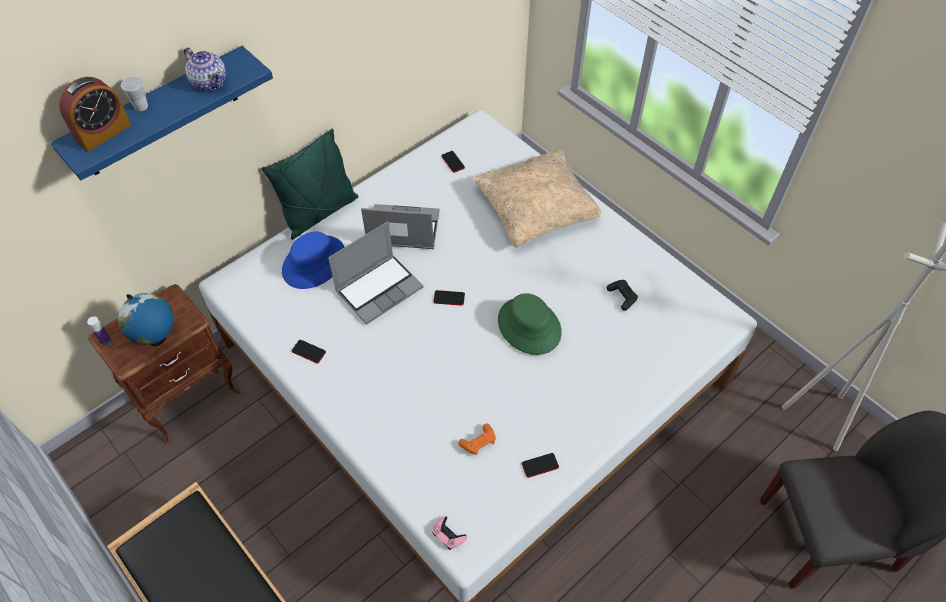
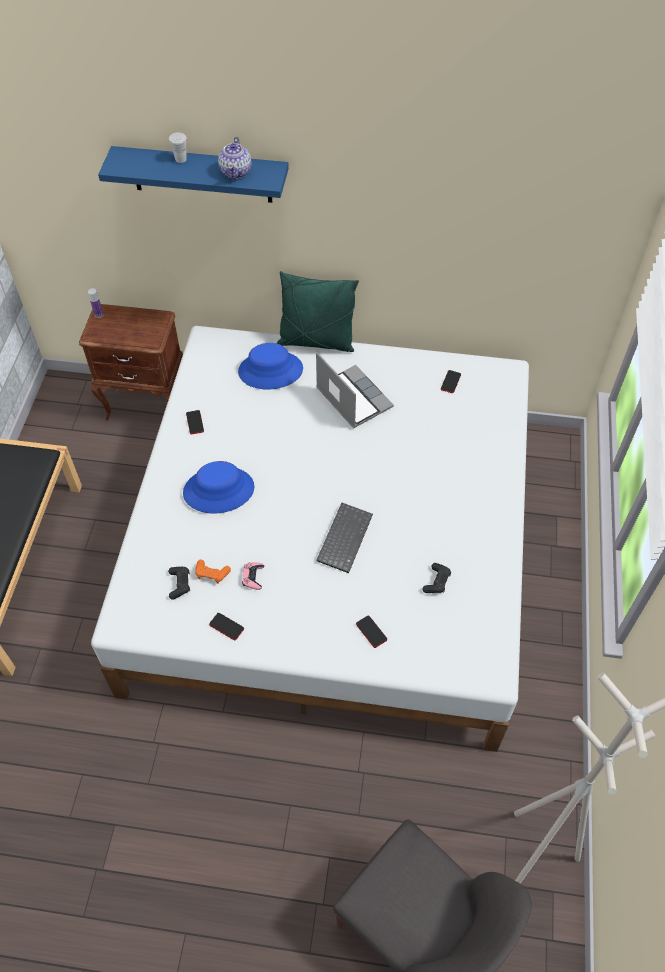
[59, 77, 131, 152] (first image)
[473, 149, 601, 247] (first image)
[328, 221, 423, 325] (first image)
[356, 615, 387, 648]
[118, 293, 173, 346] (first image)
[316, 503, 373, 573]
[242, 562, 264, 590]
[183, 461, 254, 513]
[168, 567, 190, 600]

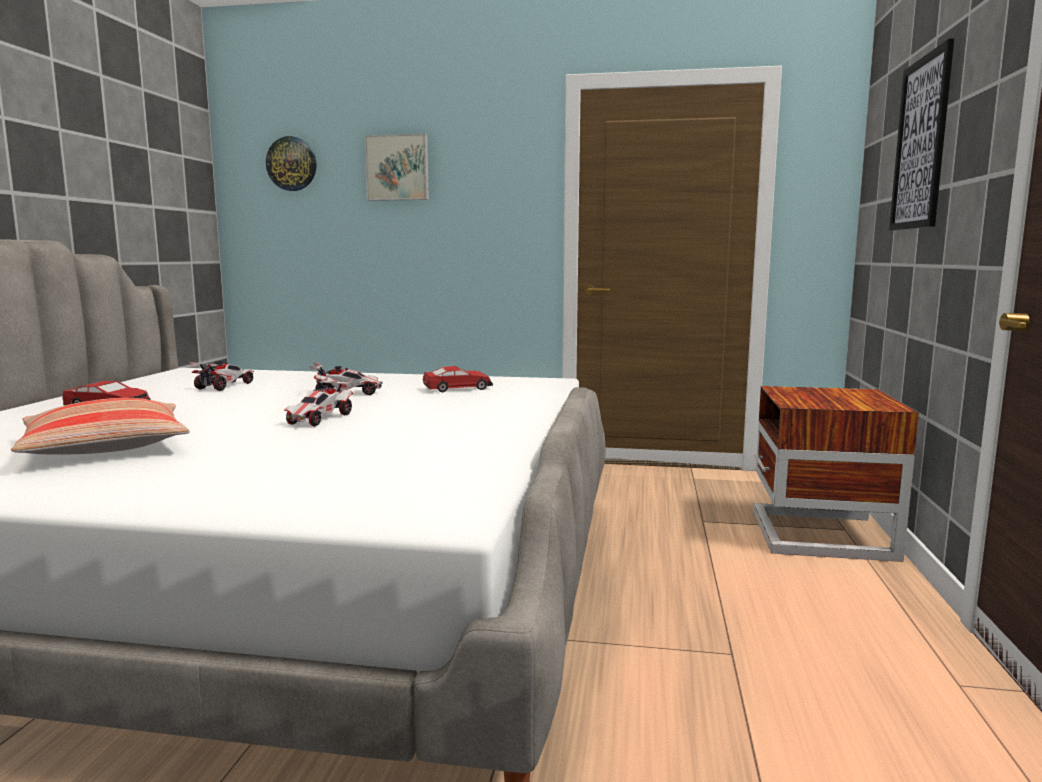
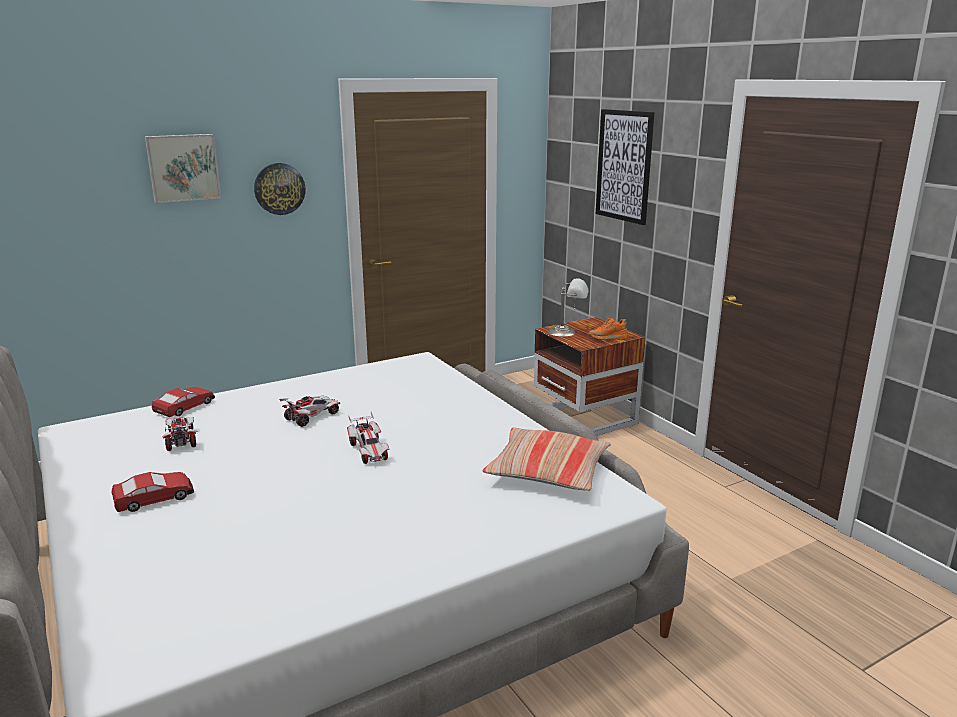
[254, 163, 306, 215]
[152, 387, 215, 417]
[482, 427, 611, 491]
[548, 278, 589, 337]
[589, 318, 627, 340]

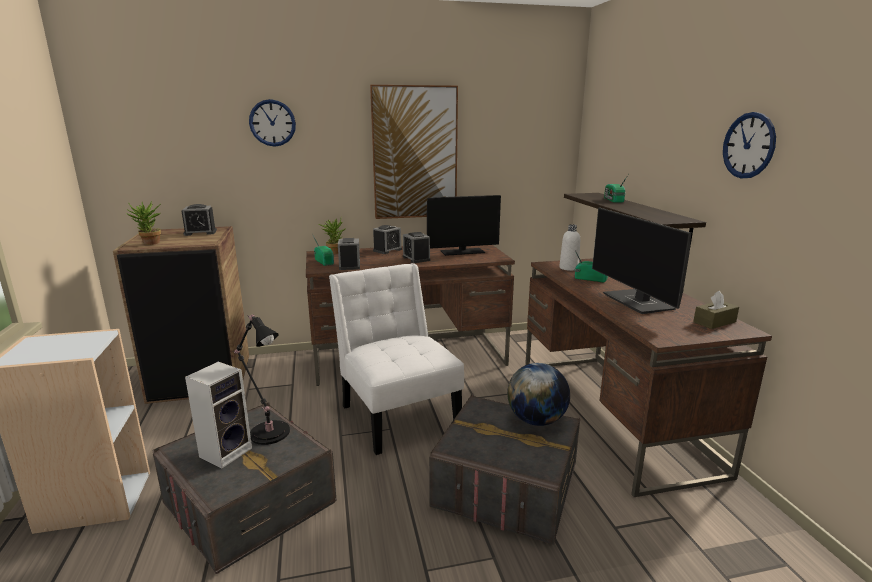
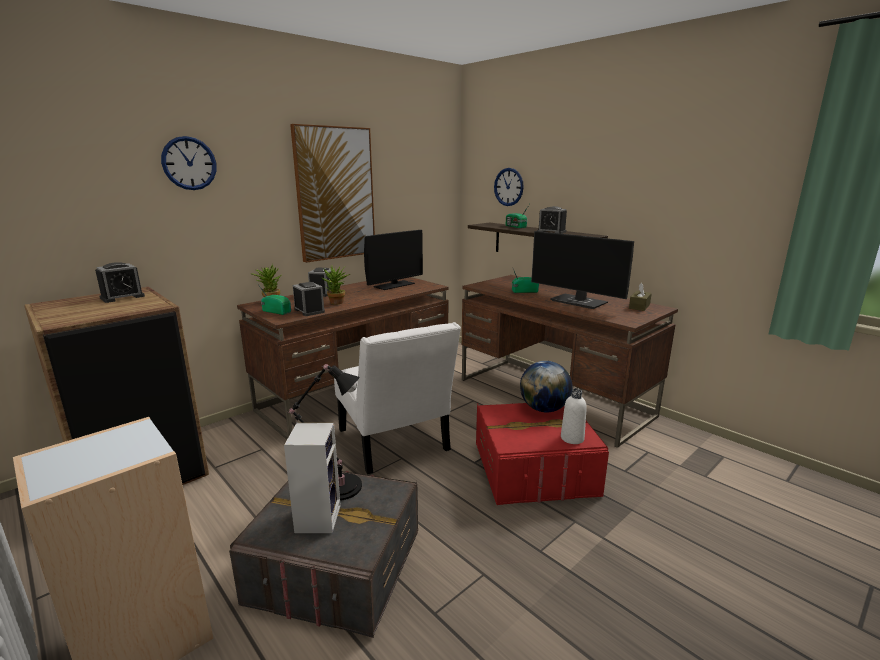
[494, 168, 524, 206]
[322, 266, 350, 305]
[561, 388, 587, 444]
[537, 206, 567, 234]
[334, 322, 461, 474]
[476, 403, 609, 505]

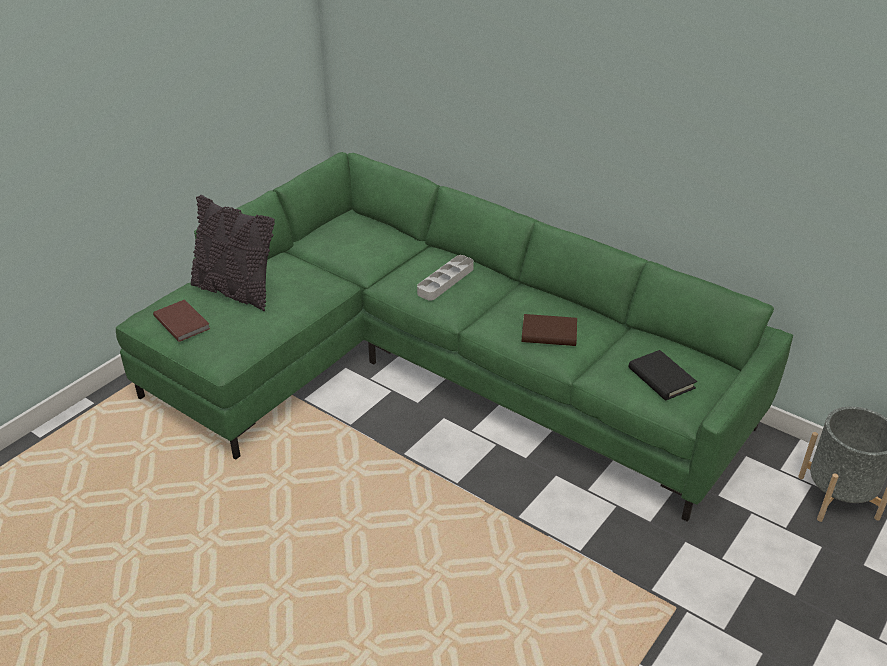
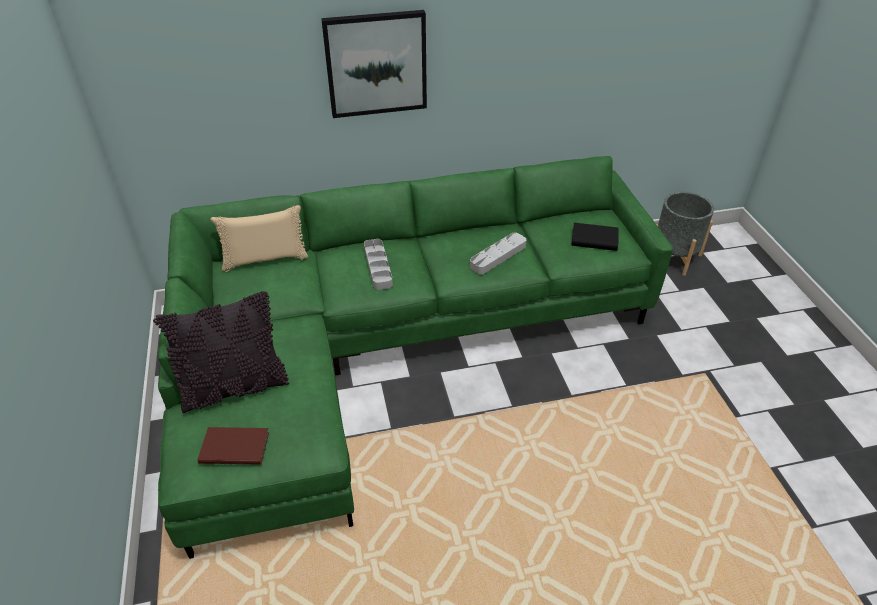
[470, 232, 526, 274]
[321, 10, 427, 118]
[210, 205, 308, 272]

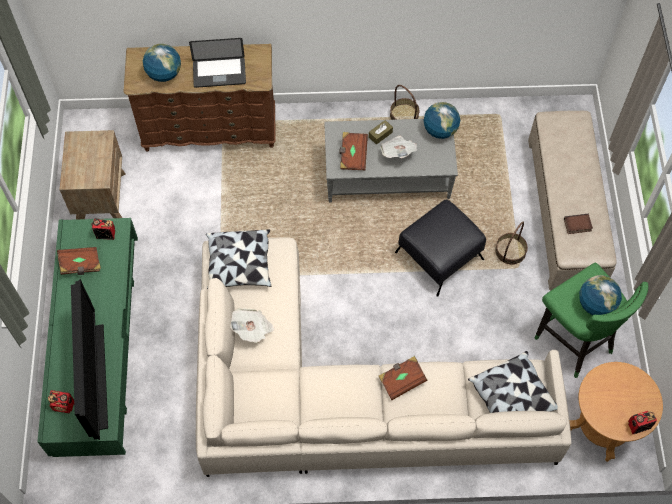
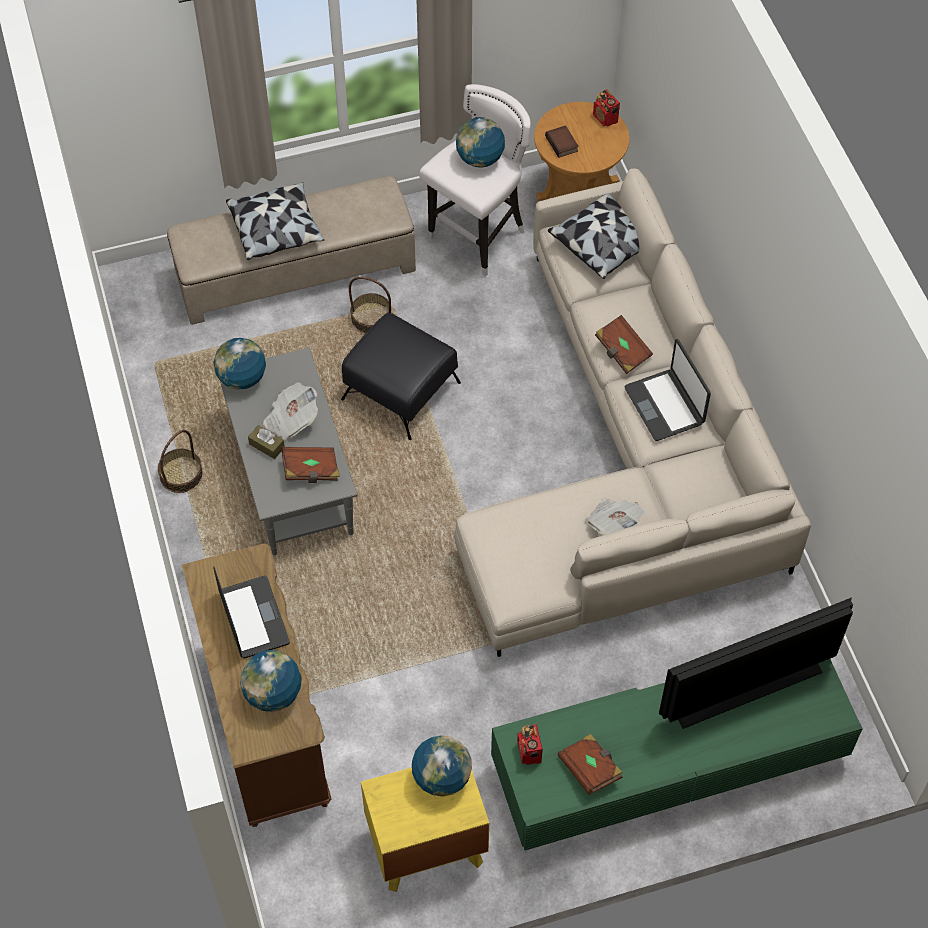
[361, 767, 489, 892]
[545, 125, 579, 158]
[226, 182, 325, 260]
[419, 84, 531, 277]
[48, 390, 74, 413] (first image)
[625, 339, 711, 441]
[412, 735, 472, 796]

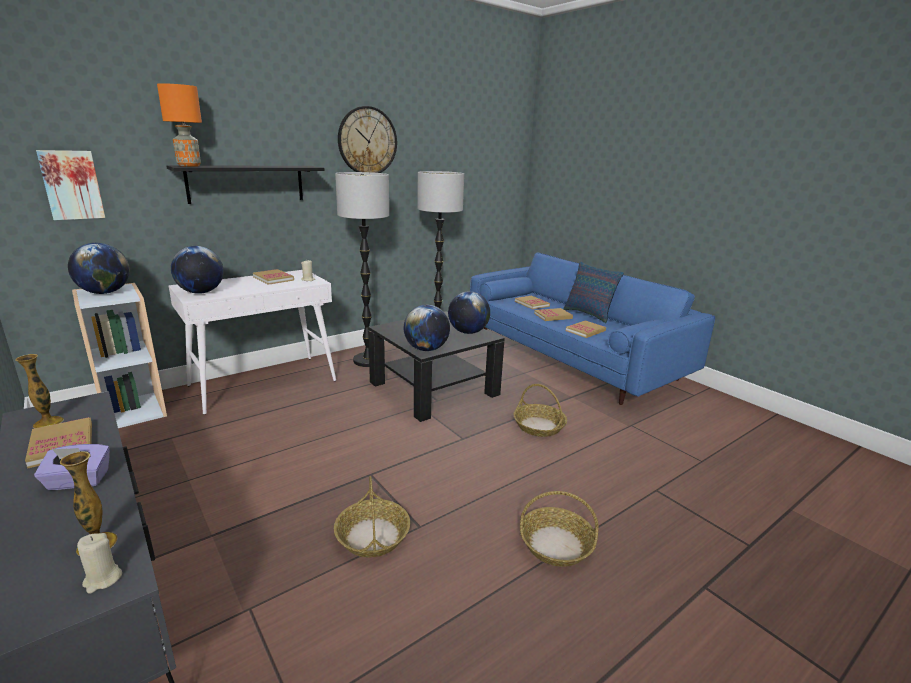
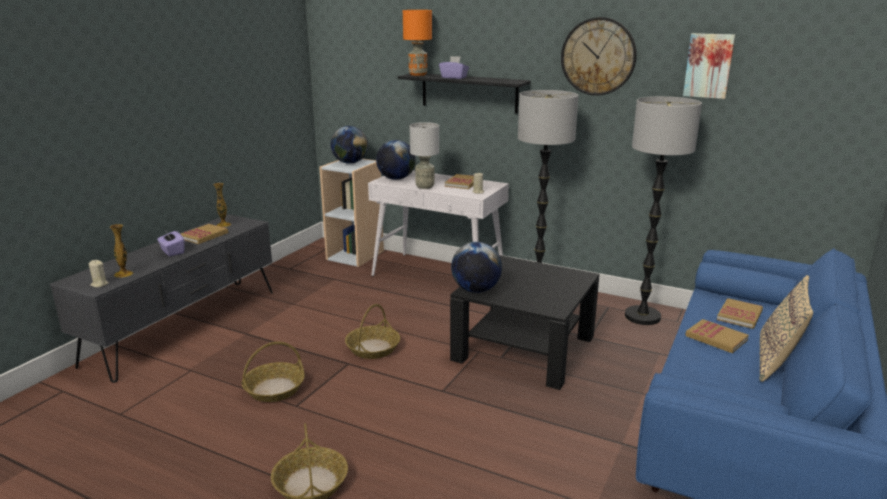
[683, 33, 735, 99]
[760, 275, 813, 382]
[448, 291, 490, 334] (first image)
[566, 320, 606, 338] (first image)
[345, 304, 400, 359]
[439, 56, 469, 79]
[410, 122, 439, 189]

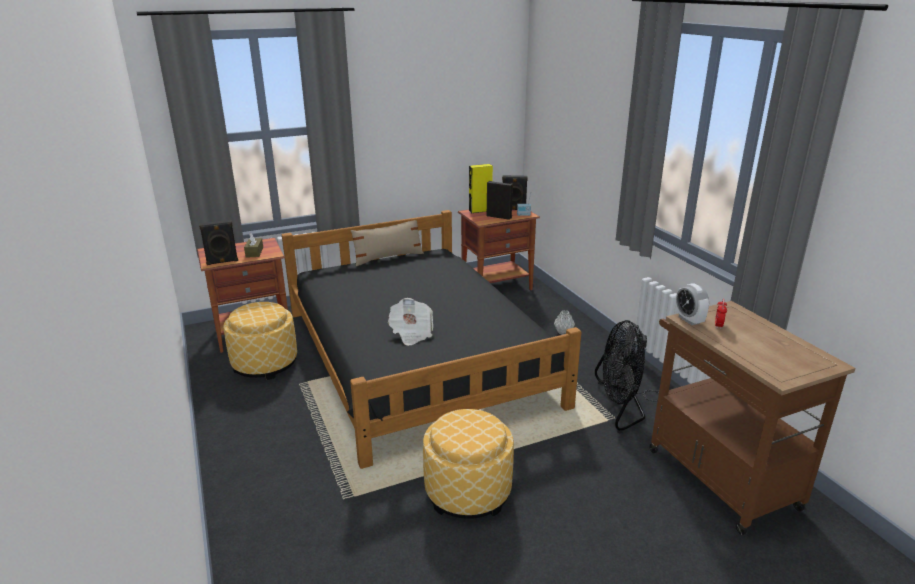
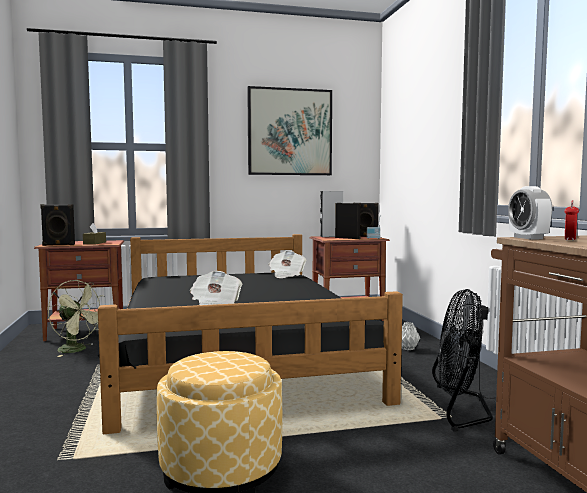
[320, 191, 343, 237]
[350, 220, 424, 267] (first image)
[48, 280, 104, 357]
[247, 86, 332, 175]
[269, 251, 307, 278]

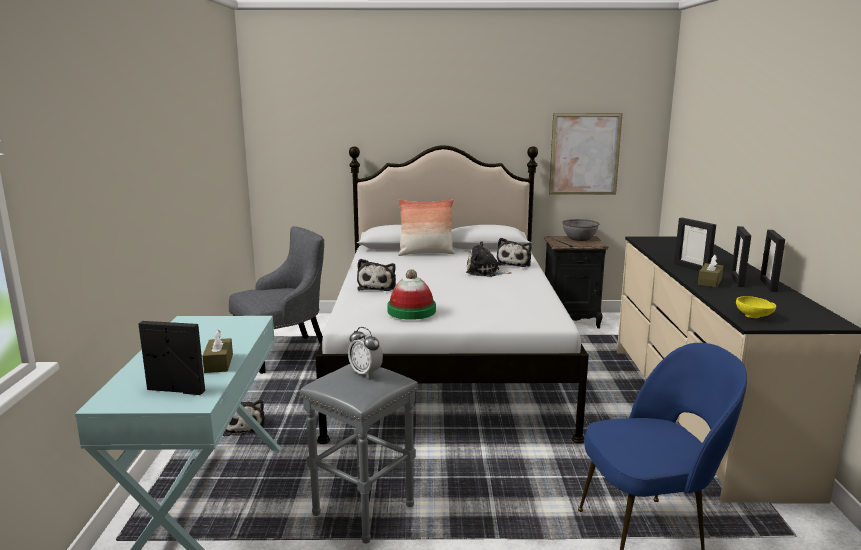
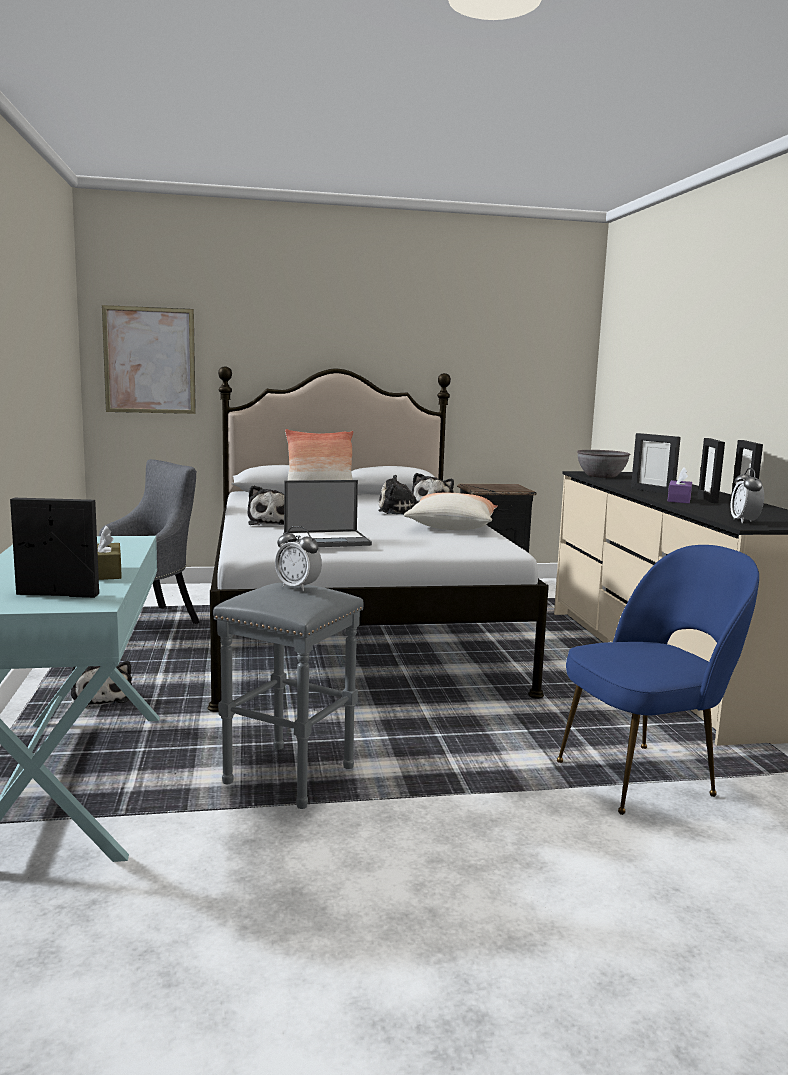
[102, 305, 196, 414]
[577, 450, 631, 478]
[667, 467, 692, 503]
[284, 480, 372, 547]
[730, 468, 764, 524]
[404, 493, 498, 530]

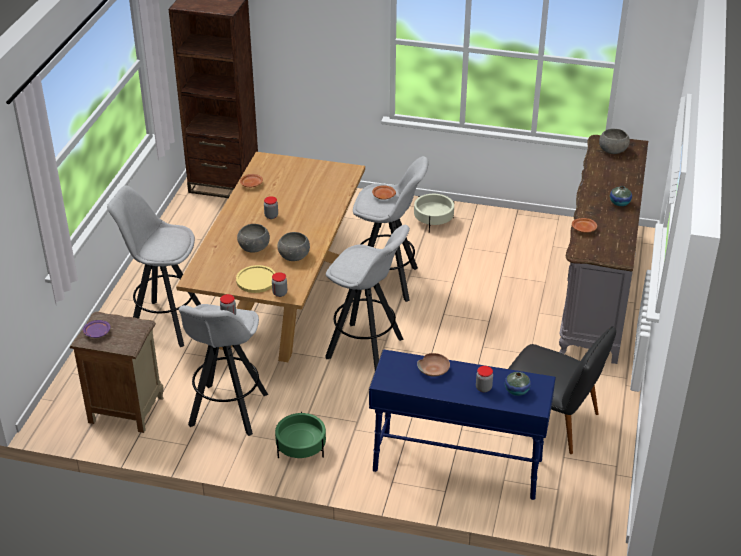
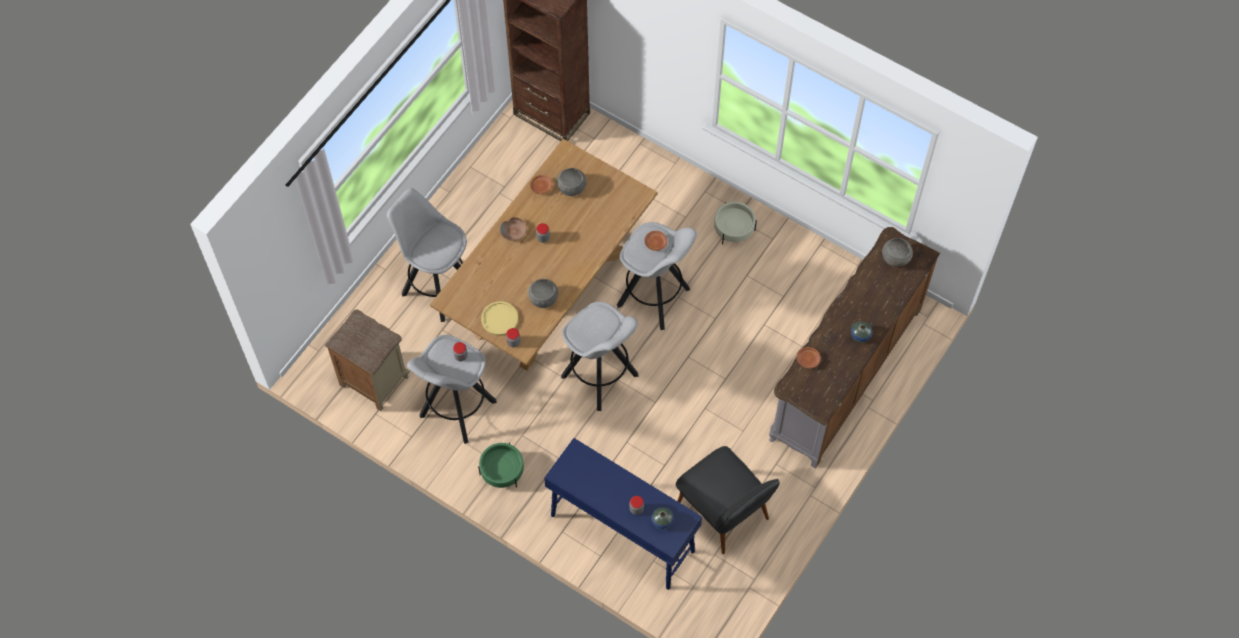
[557, 168, 586, 196]
[83, 320, 110, 338] (first image)
[500, 217, 527, 241]

